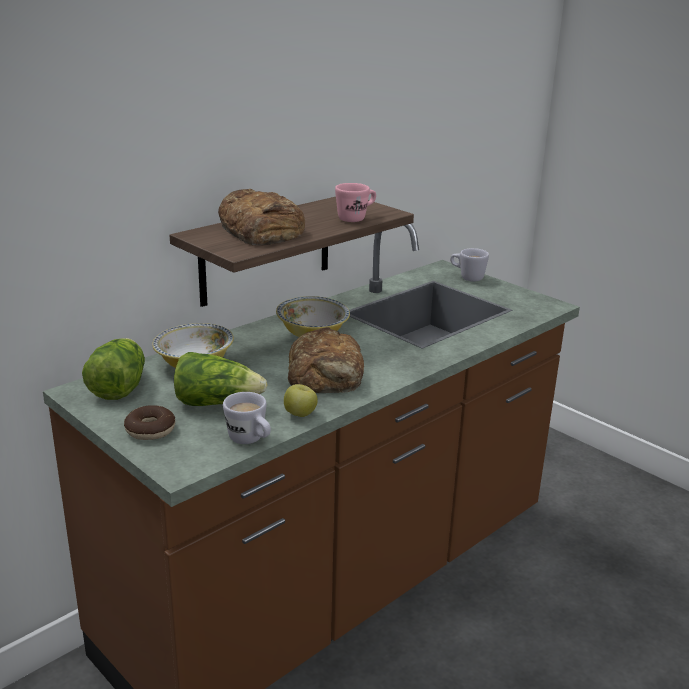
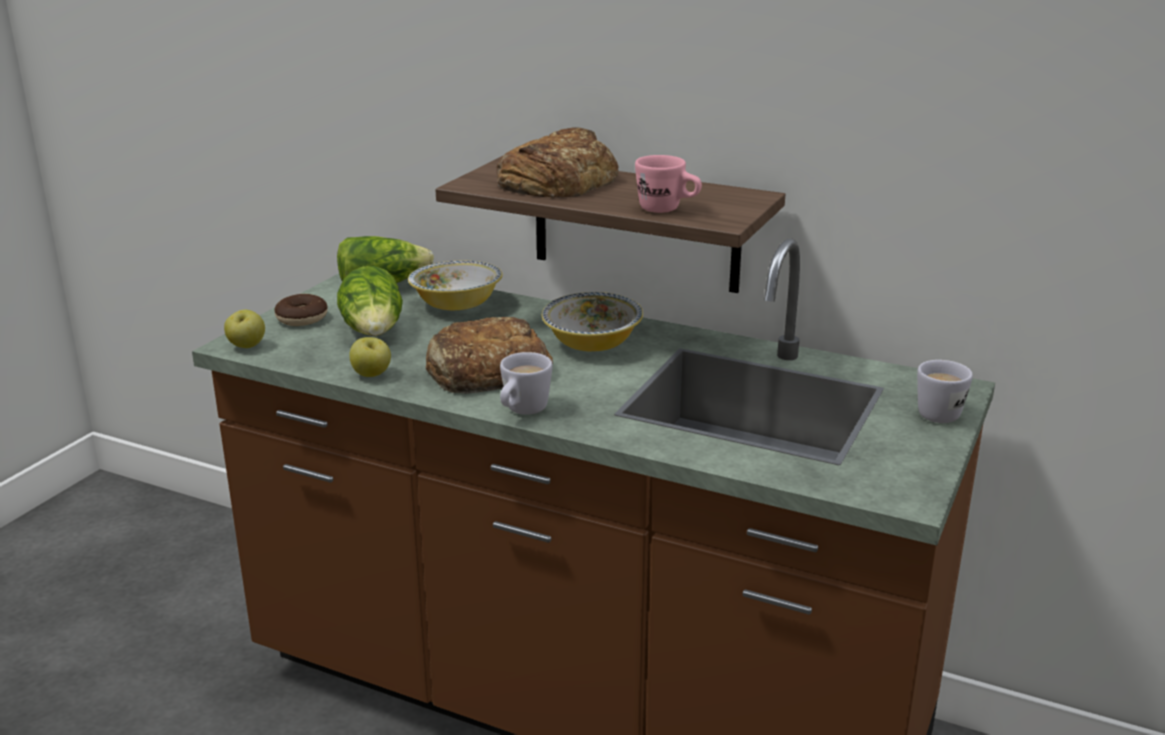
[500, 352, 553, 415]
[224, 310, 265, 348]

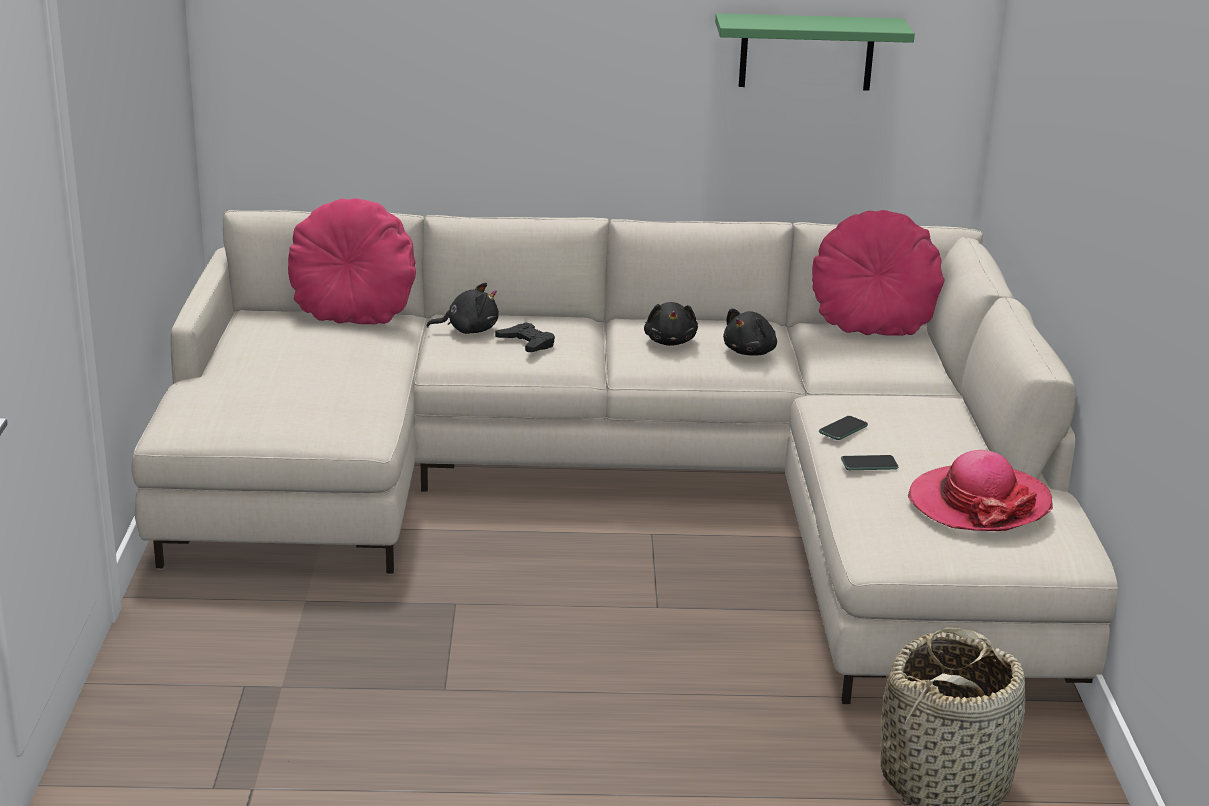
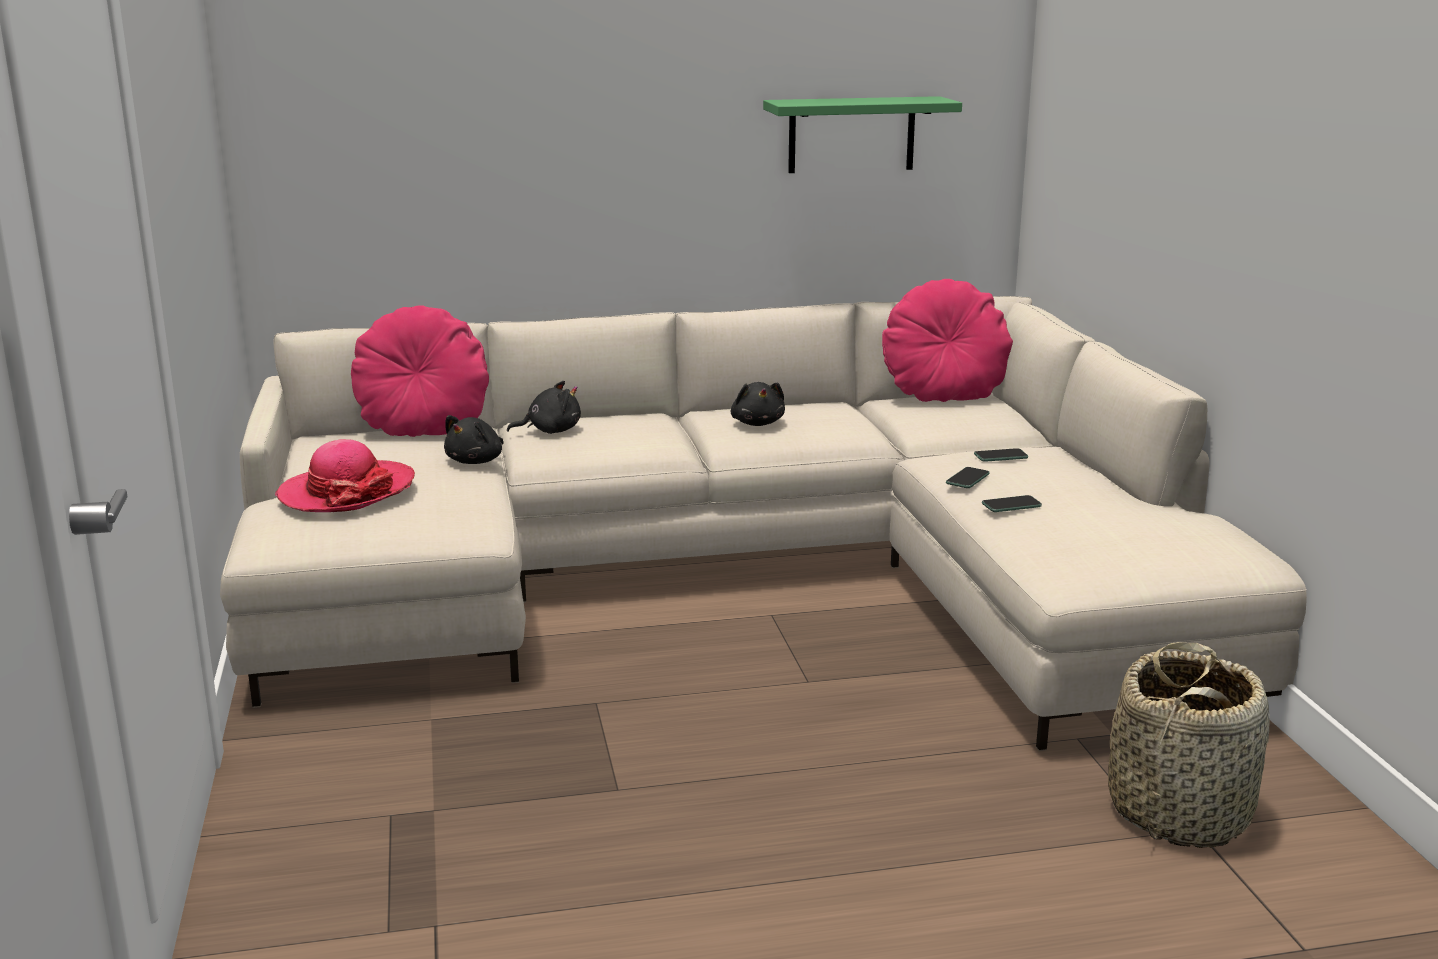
[444, 415, 504, 464]
[495, 322, 555, 352] (first image)
[275, 439, 415, 512]
[974, 448, 1028, 462]

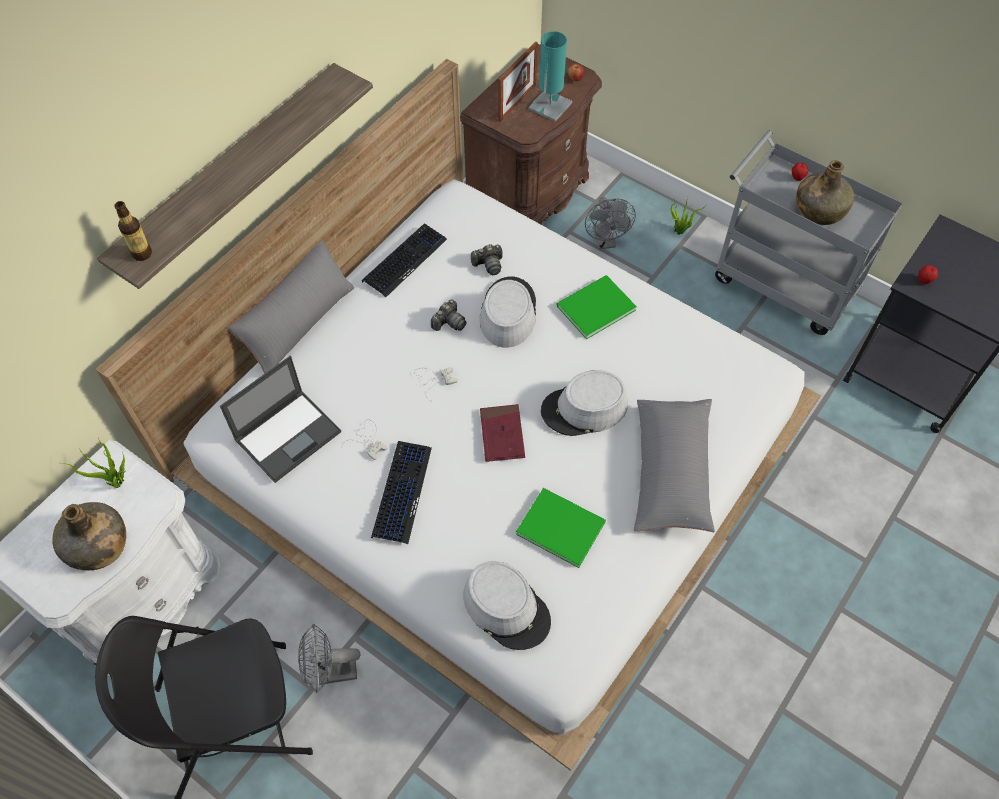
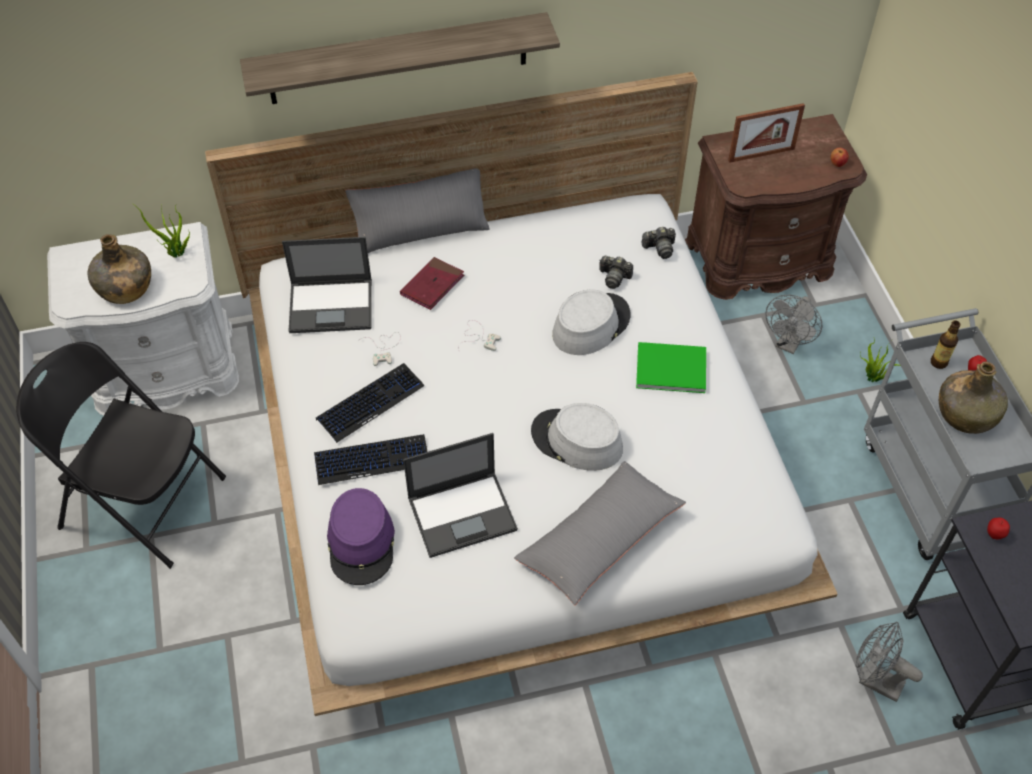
[528, 31, 572, 122] (first image)
[931, 320, 961, 369]
[314, 434, 428, 485]
[642, 227, 676, 259]
[400, 257, 464, 310]
[403, 433, 518, 558]
[327, 488, 395, 585]
[856, 622, 923, 702]

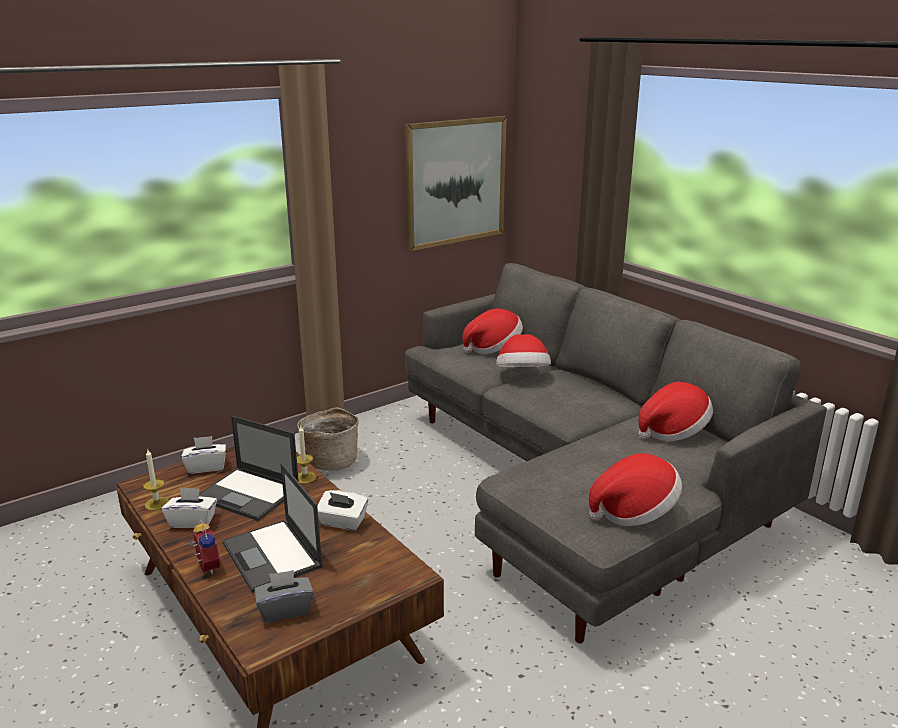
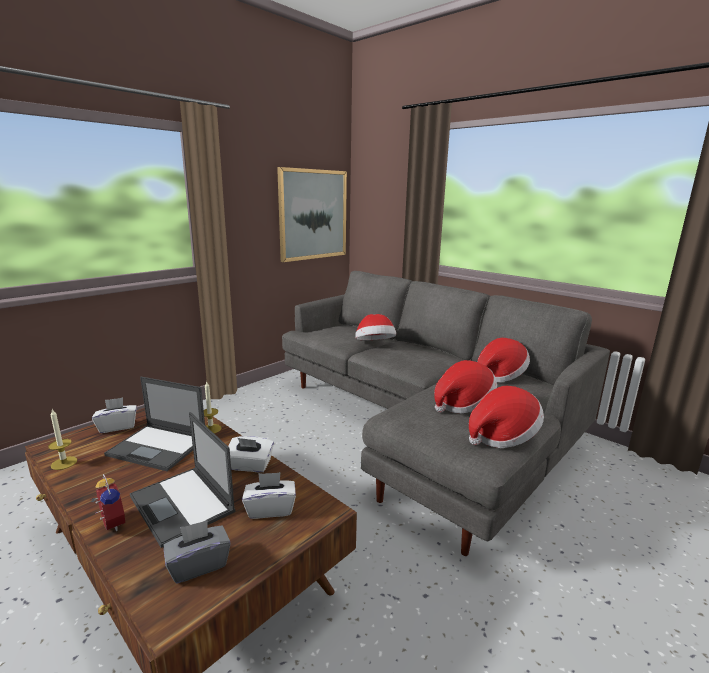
[434, 360, 497, 414]
[297, 407, 359, 470] (first image)
[242, 472, 296, 519]

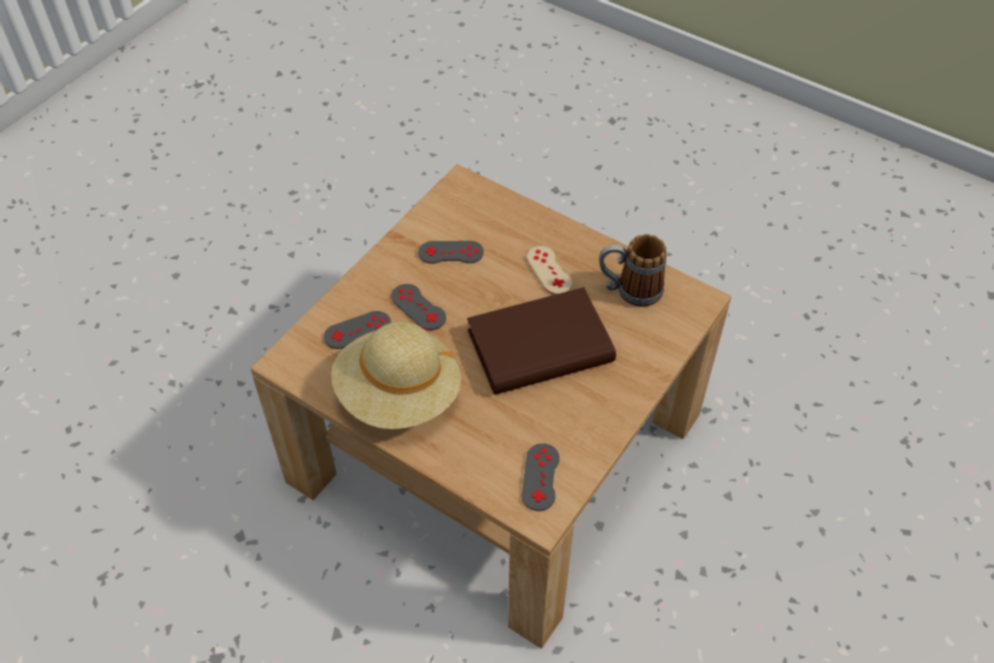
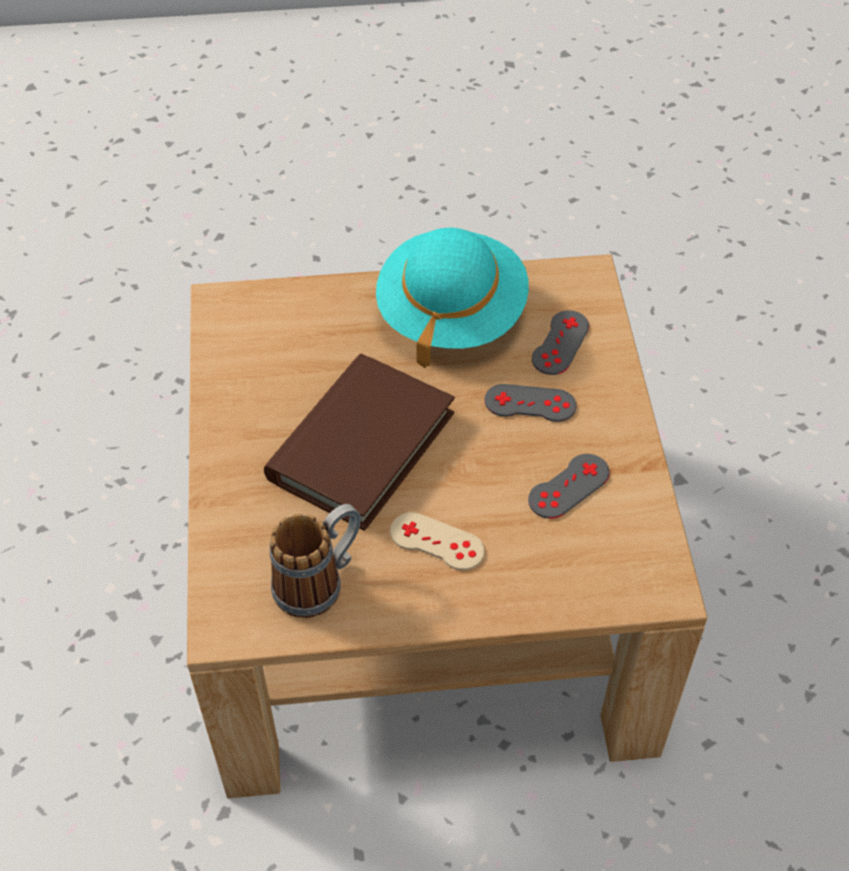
[376, 228, 529, 368]
[522, 443, 560, 511] (first image)

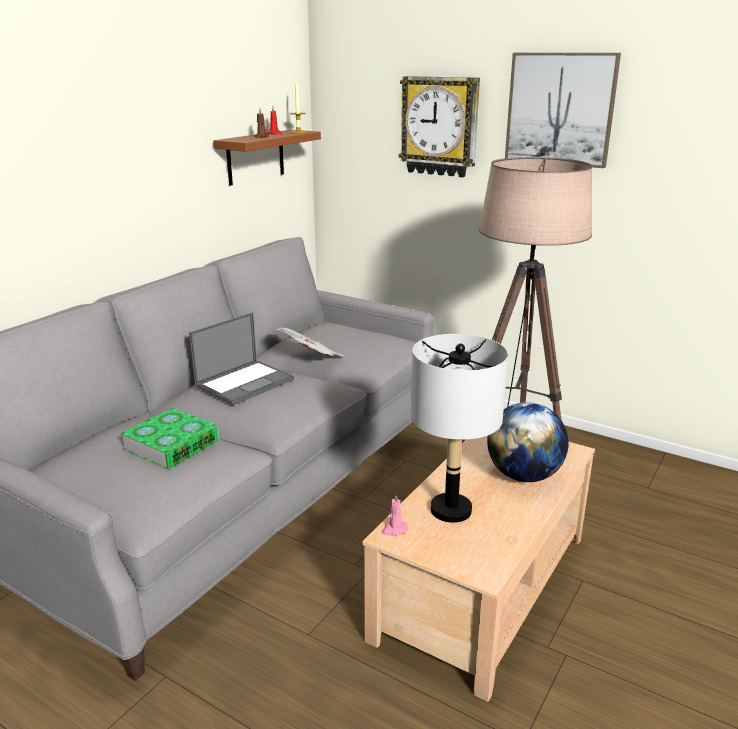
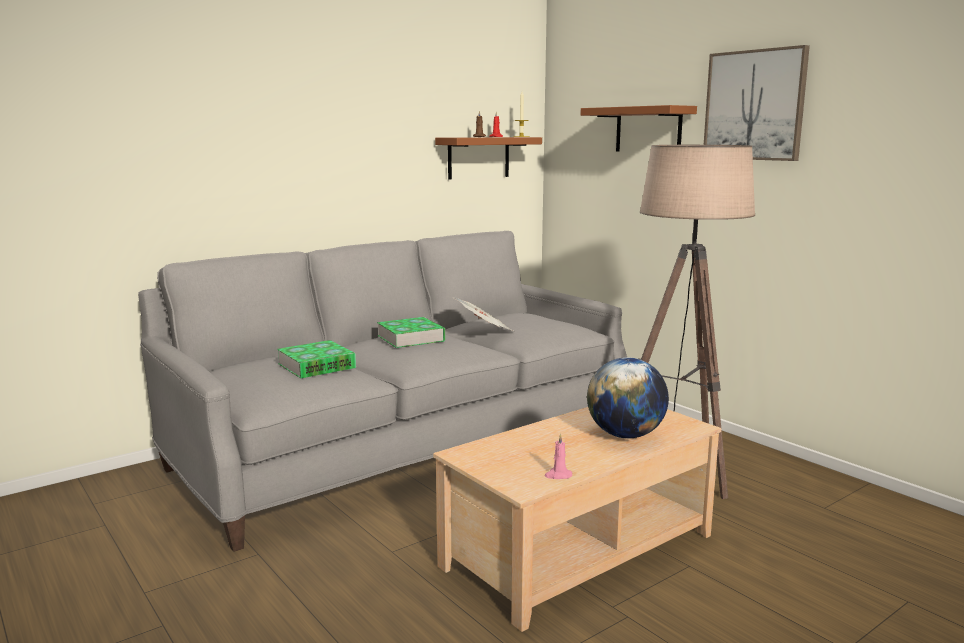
[580, 105, 697, 152]
[377, 317, 445, 348]
[411, 334, 508, 523] (first image)
[545, 434, 572, 479]

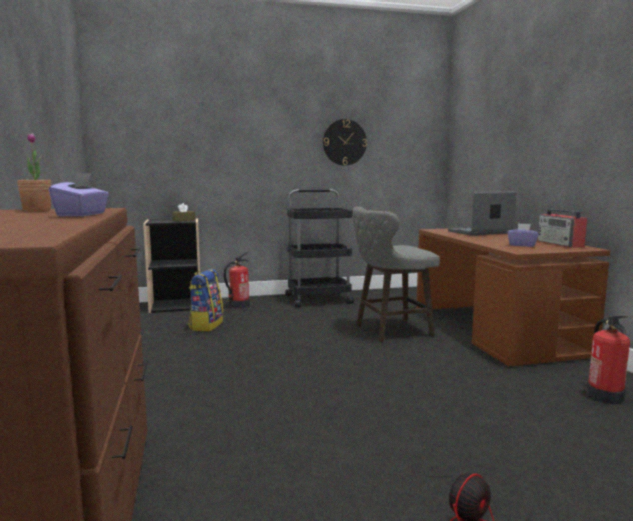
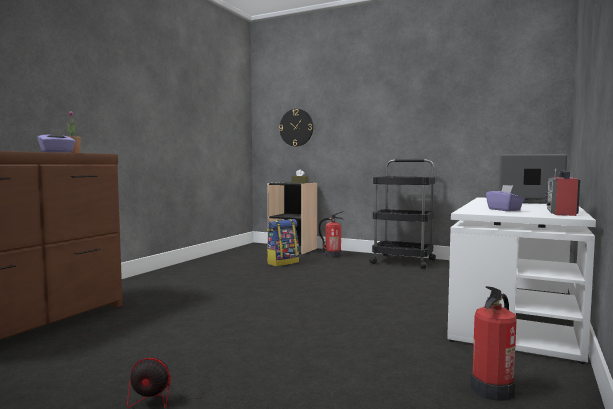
[279, 109, 313, 147]
[353, 206, 440, 343] (first image)
[447, 197, 596, 364]

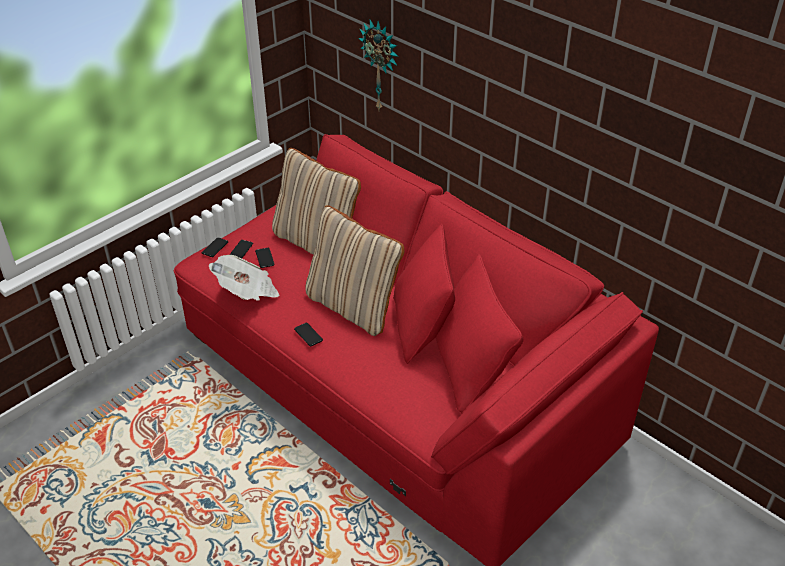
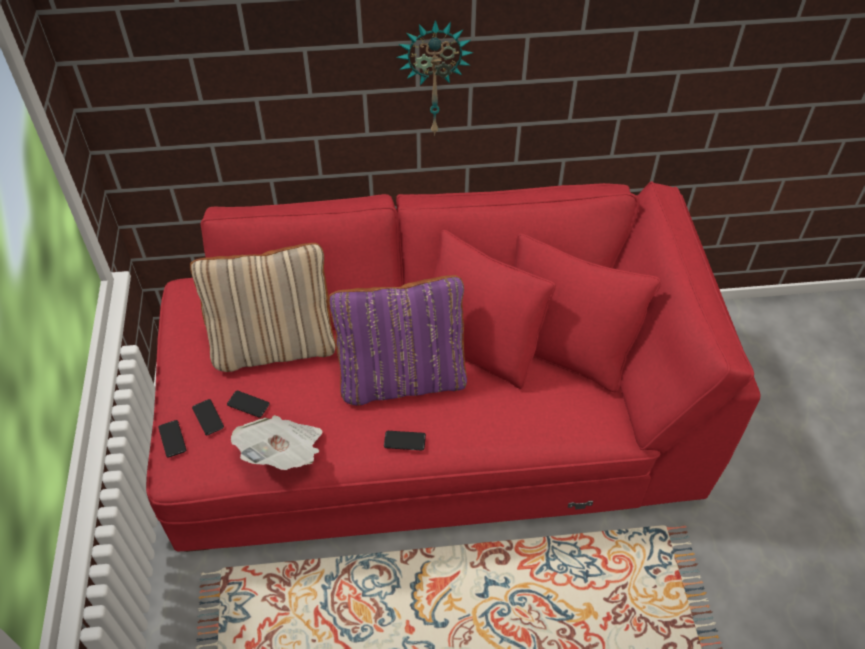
[396, 20, 474, 135]
[328, 275, 467, 405]

